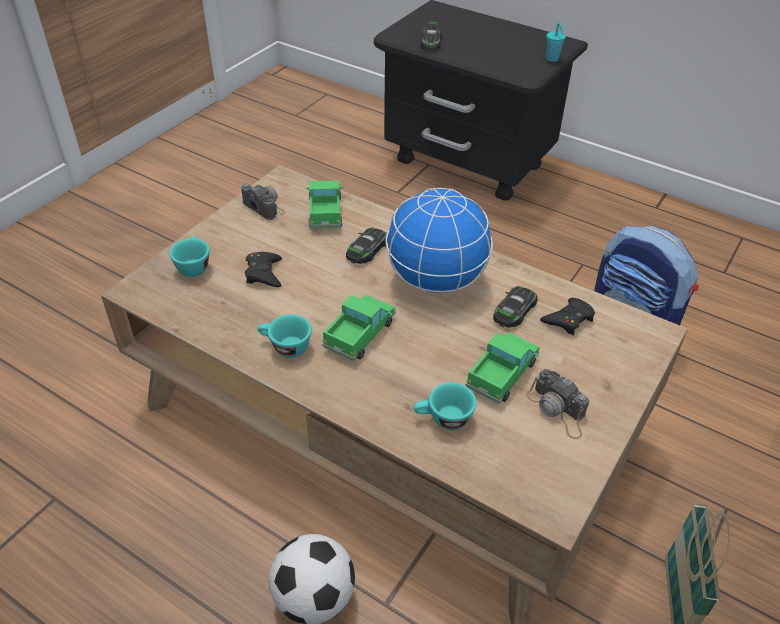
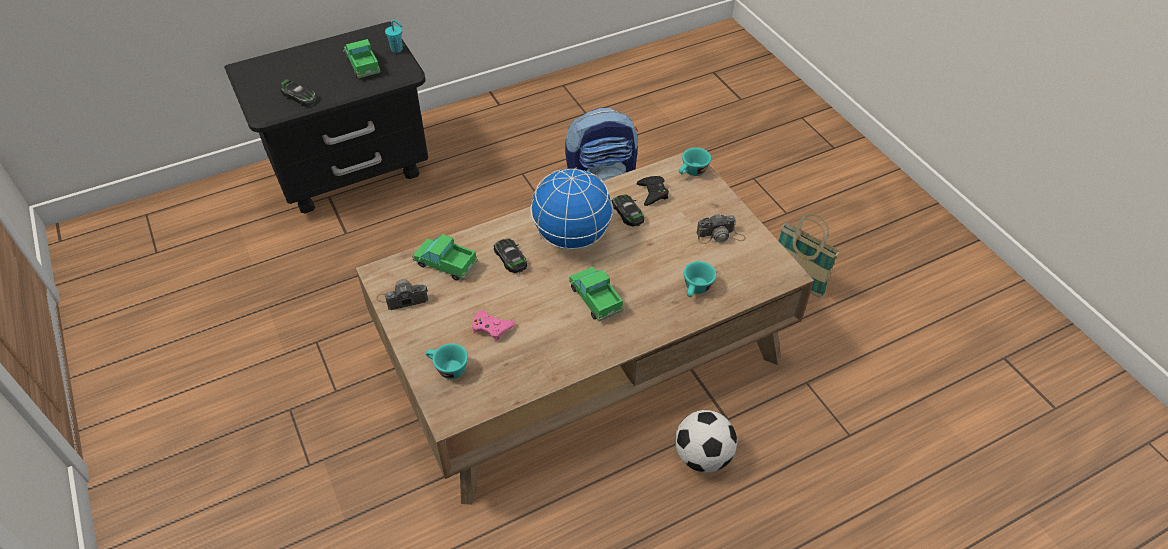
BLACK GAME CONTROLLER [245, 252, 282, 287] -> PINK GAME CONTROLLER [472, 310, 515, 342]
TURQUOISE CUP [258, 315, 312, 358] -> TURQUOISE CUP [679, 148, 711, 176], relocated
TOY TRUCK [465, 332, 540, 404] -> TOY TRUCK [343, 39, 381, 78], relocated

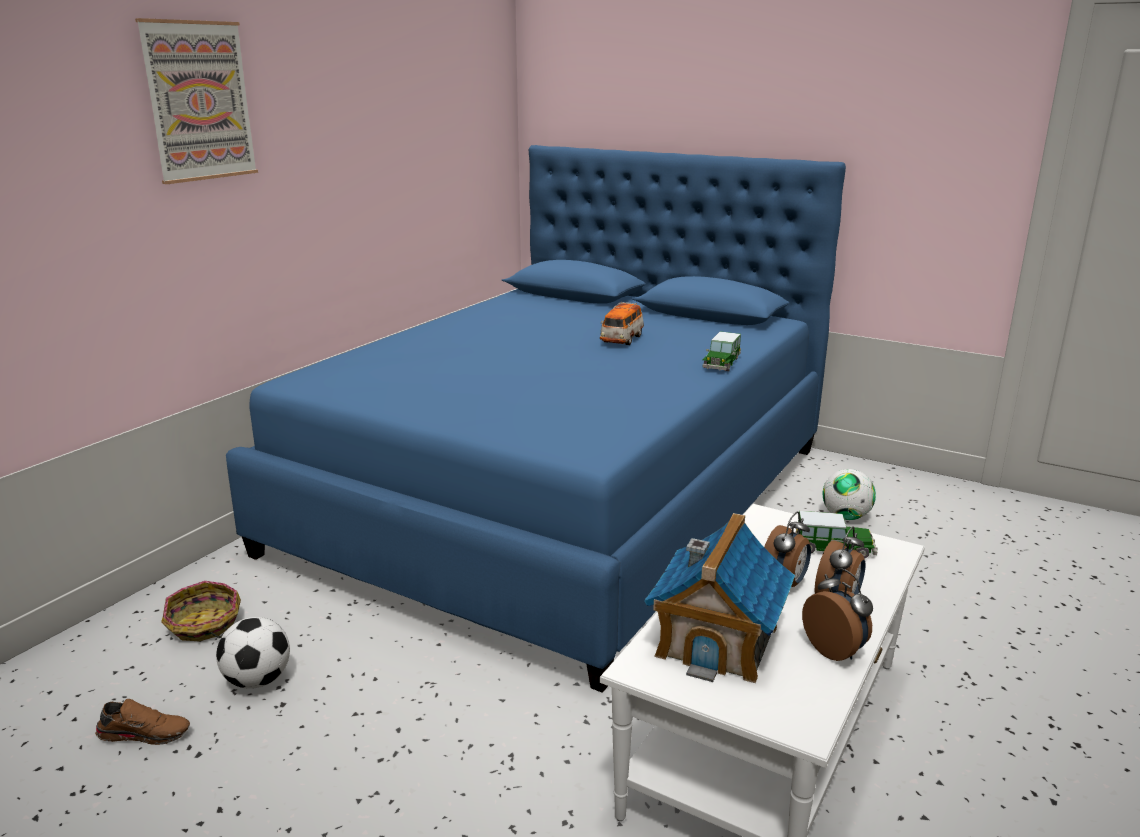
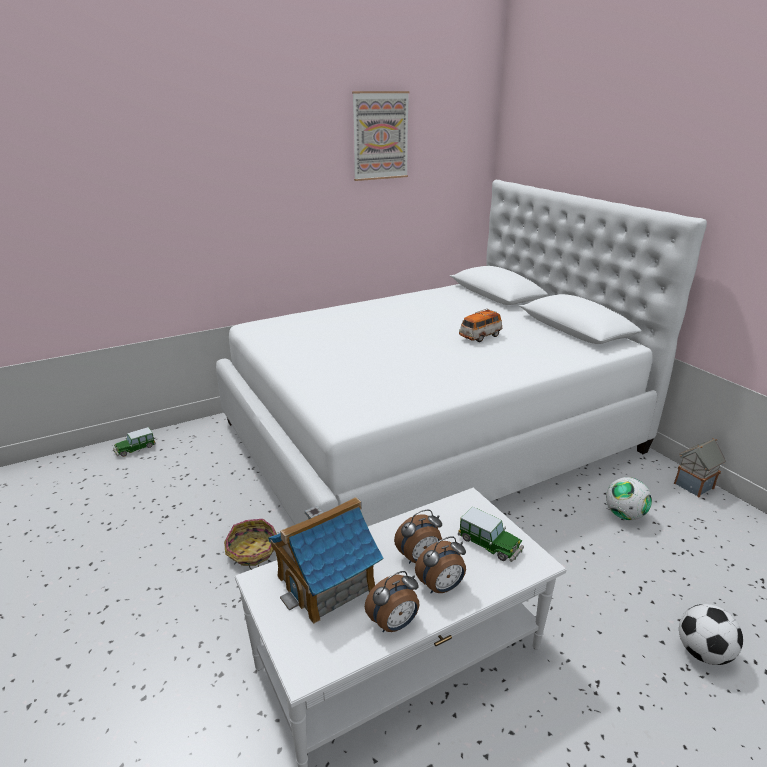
BROWN SHOE [95, 699, 190, 745] -> none
PICTURE [135, 18, 258, 184] -> PICTURE [352, 91, 409, 181], relocated
BASKET [161, 581, 241, 641] -> BASKET [224, 519, 277, 570], relocated
FOOTBALL [216, 617, 290, 689] -> FOOTBALL [679, 604, 743, 665], relocated
BLUE BED [226, 145, 846, 693] -> WHITE BED [216, 180, 707, 526]
TOY CAR [702, 332, 741, 371] -> TOY CAR [113, 427, 156, 457], relocated
ALARM CLOCK [802, 568, 873, 661] -> ALARM CLOCK [365, 571, 420, 632], 60 degrees clockwise
none -> TOY HOUSE [674, 438, 726, 498]

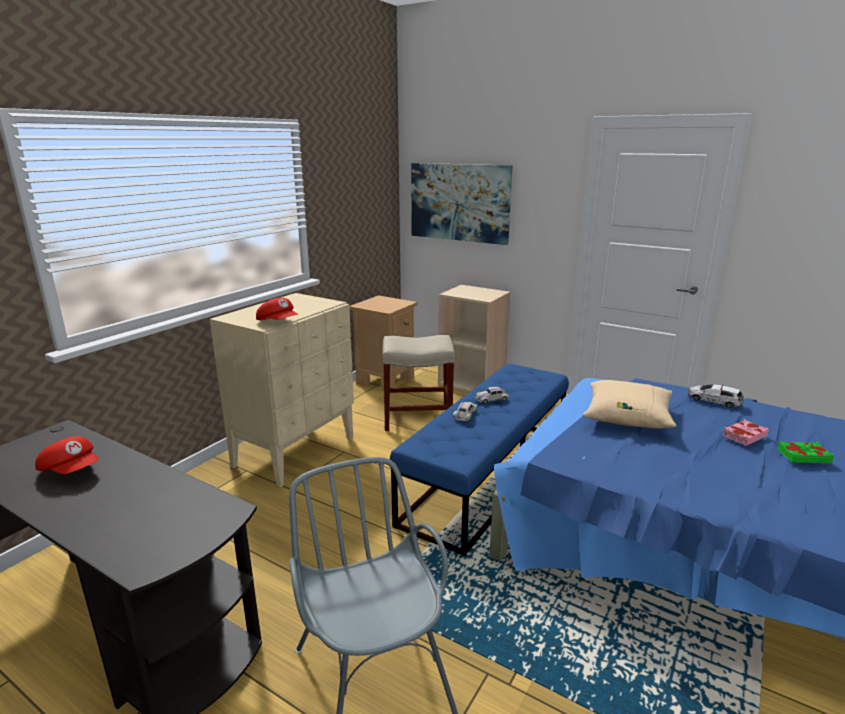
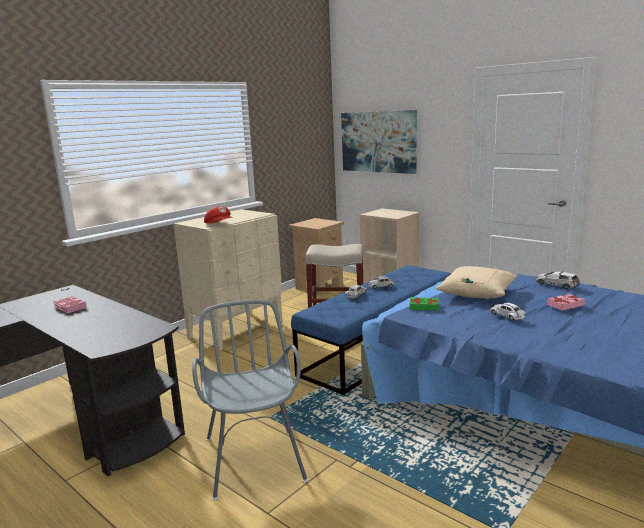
RED CAP [35, 436, 99, 474] -> PINK BOOK [54, 296, 87, 314]
GREEN BOOK [778, 441, 834, 463] -> GREEN BOOK [409, 297, 439, 310], relocated
none -> WHITE TOY CAR [490, 303, 525, 321]

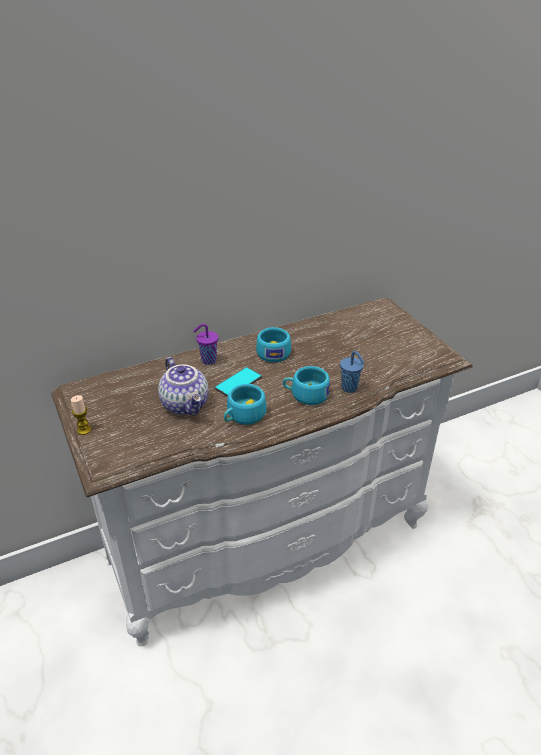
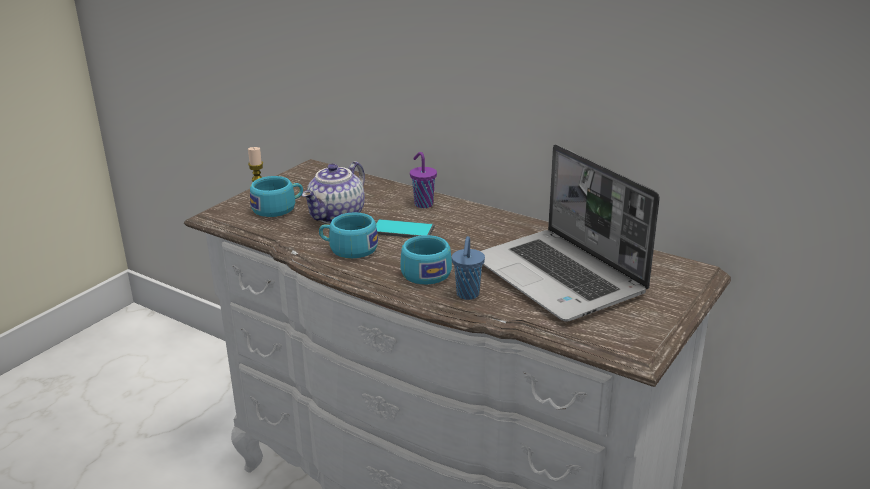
TURQUOISE CUP [256, 327, 291, 362] -> TURQUOISE CUP [250, 176, 303, 217], relocated
none -> LAPTOP [480, 144, 660, 321]

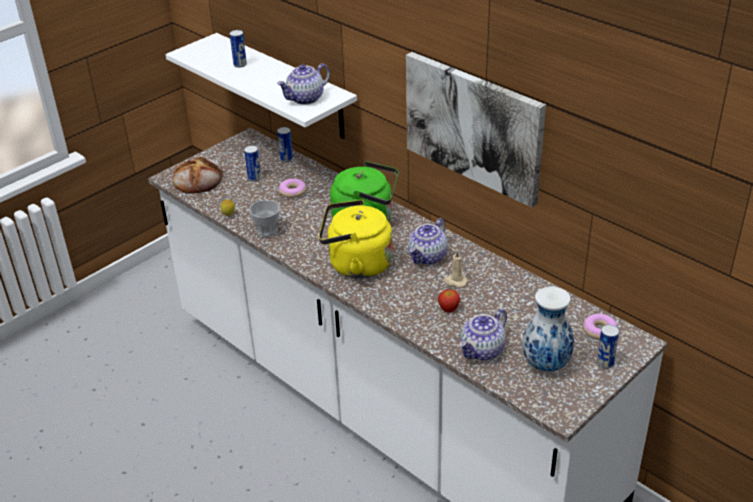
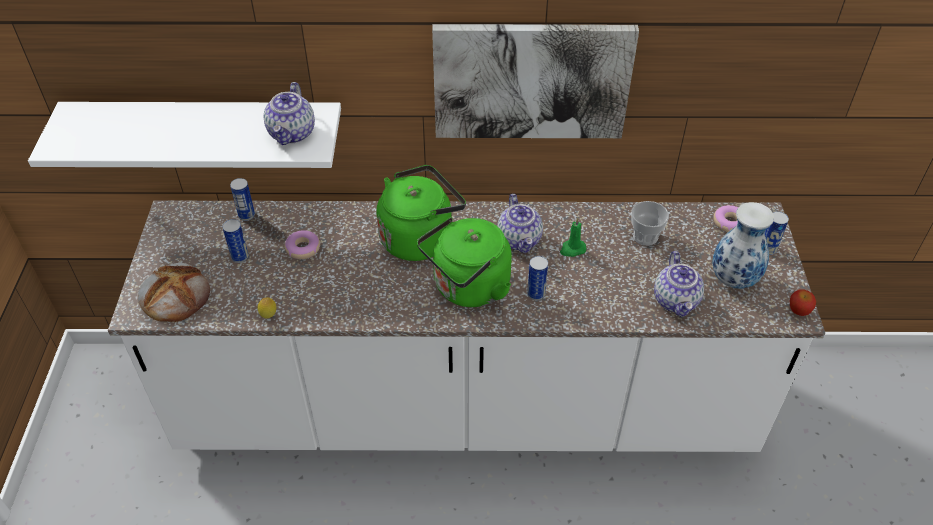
CAN [229, 30, 247, 68] -> CAN [527, 256, 548, 301], relocated
CUP [249, 200, 280, 237] -> CUP [632, 201, 669, 246], relocated
YELLOW KETTLE [319, 200, 393, 279] -> GREEN KETTLE [417, 217, 512, 307]
APPLE [438, 289, 460, 313] -> APPLE [790, 289, 816, 316], relocated
BEIGE CANDLE [443, 250, 468, 288] -> GREEN CANDLE [560, 217, 586, 257]

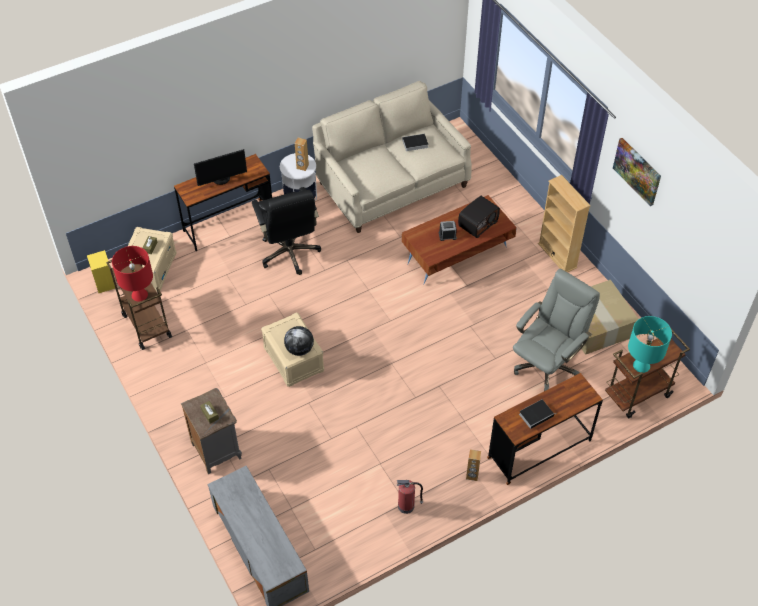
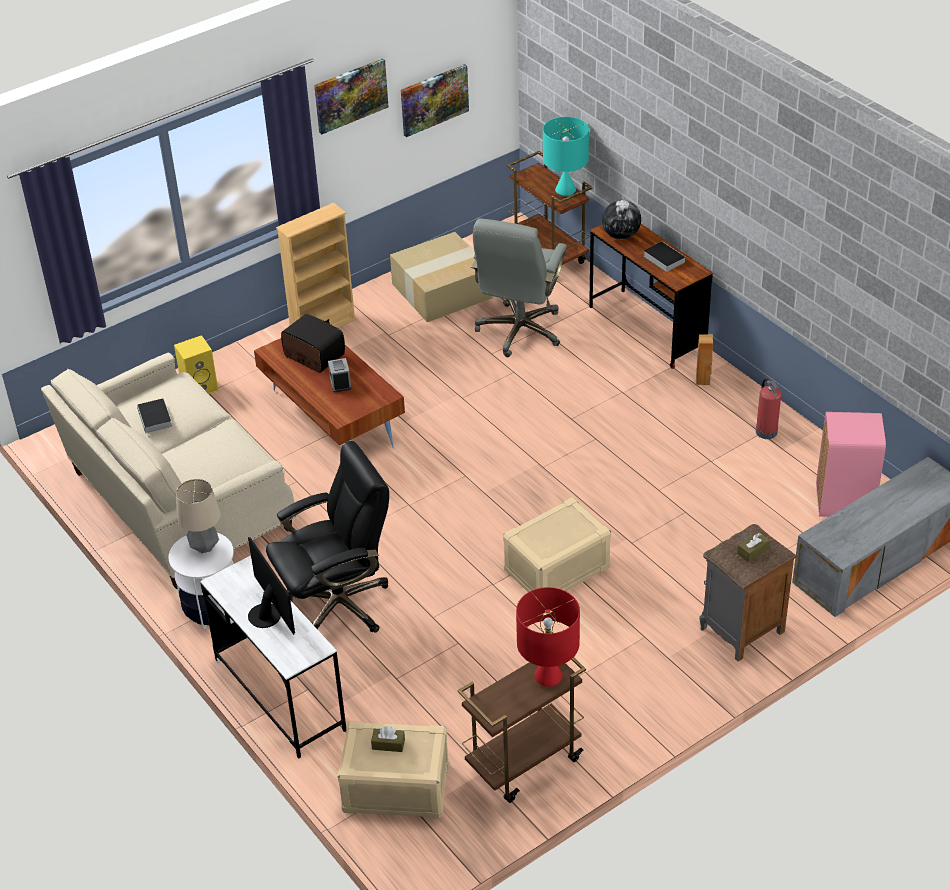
YELLOW SPEAKER [87, 250, 115, 293] -> YELLOW SPEAKER [174, 335, 218, 394], relocated
BROWN DESK [174, 154, 272, 251] -> WHITE DESK [200, 556, 346, 759]
GLOBE [284, 326, 314, 356] -> GLOBE [602, 200, 641, 240], relocated
BROWN SPEAKER [295, 138, 309, 171] -> TABLE LAMP [176, 479, 220, 553]
GREY OFFICE CHAIR [513, 268, 600, 391] -> GREY OFFICE CHAIR [471, 218, 567, 357], 105 degrees counterclockwise
none -> PICTURE [401, 64, 469, 137]
none -> PINK TRASH CAN [816, 412, 886, 517]

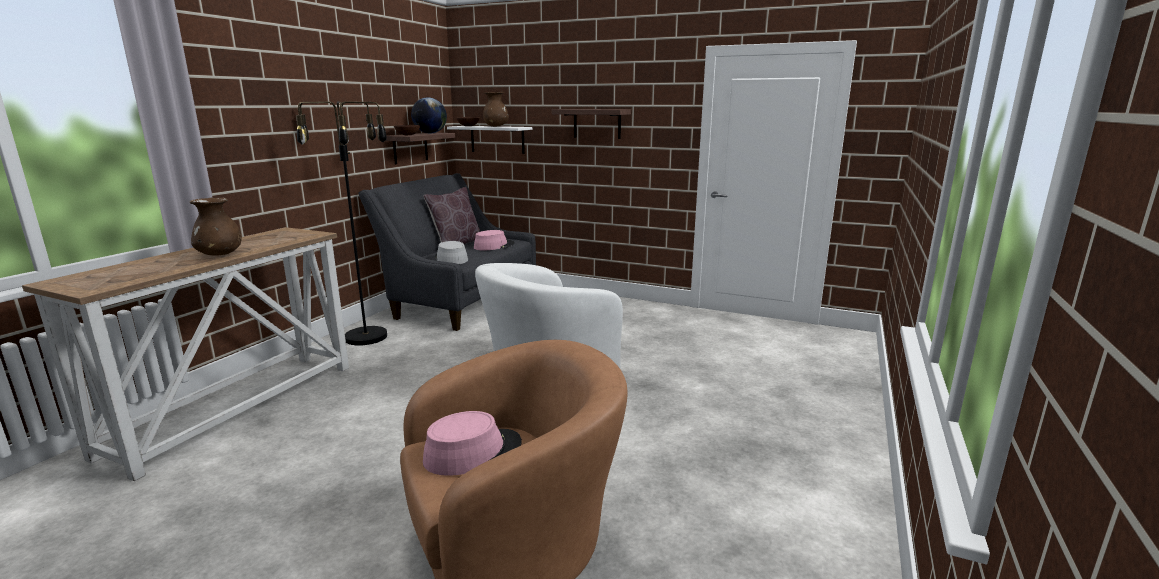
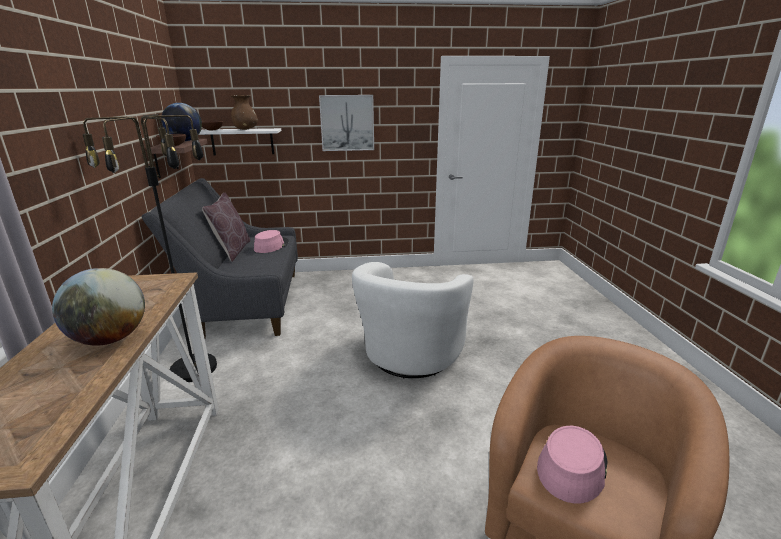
BROWN VASE [189, 198, 242, 256] -> GLOBE [52, 268, 145, 346]
GREY HAT [435, 241, 468, 264] -> none
SHELF [552, 109, 631, 139] -> PICTURE [319, 95, 374, 151]

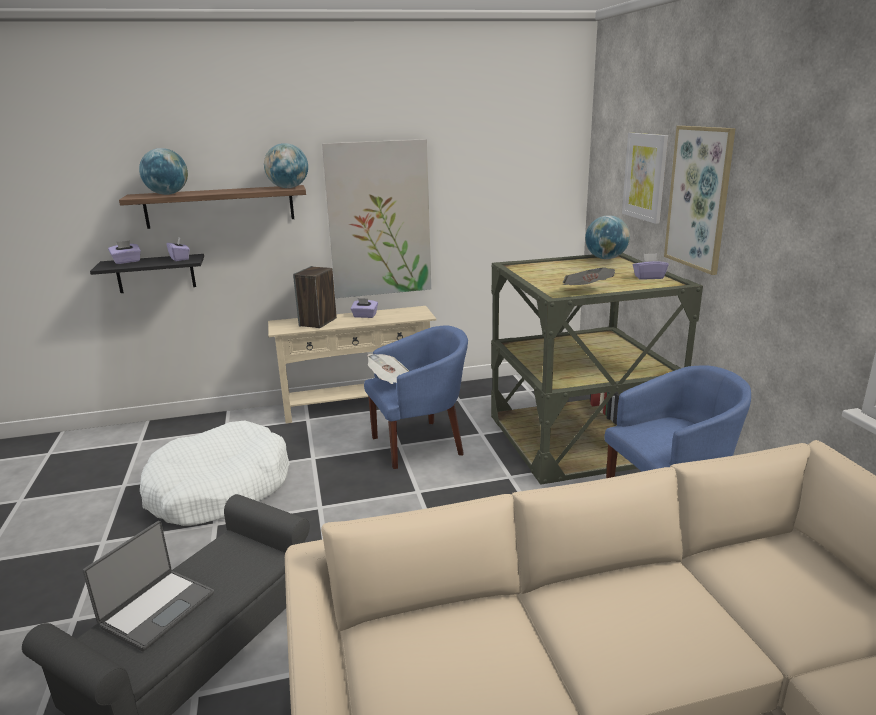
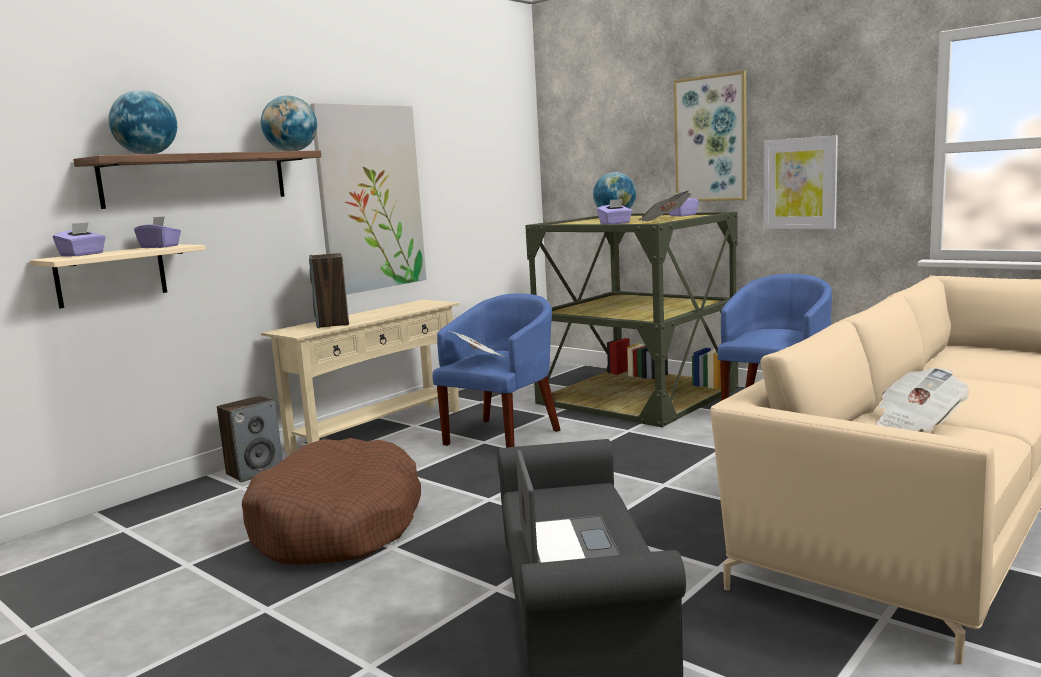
BLACK SHELF [90, 254, 204, 293] -> BEIGE SHELF [29, 244, 206, 309]
WHITE DOG BED [140, 421, 290, 526] -> BROWN DOG BED [242, 438, 421, 565]
PURPLE TISSUE BOX [351, 298, 378, 318] -> PURPLE TISSUE BOX [597, 199, 632, 224], relocated
PICTURE [622, 133, 668, 224] -> PICTURE [764, 135, 838, 229], relocated
none -> SPEAKER [217, 396, 283, 483]
none -> NEWSPAPER [877, 368, 969, 431]

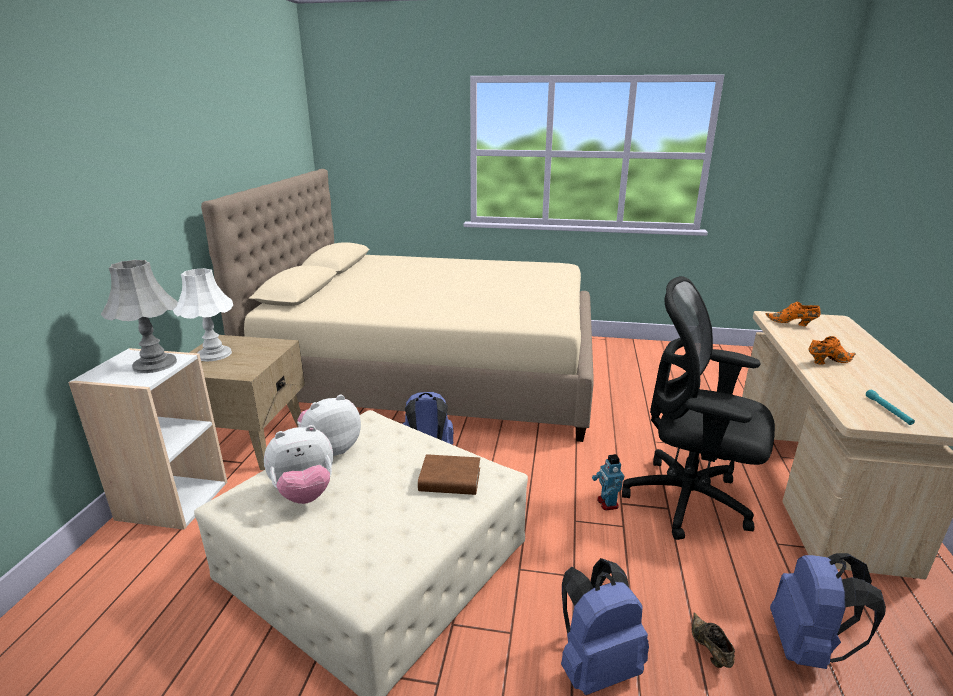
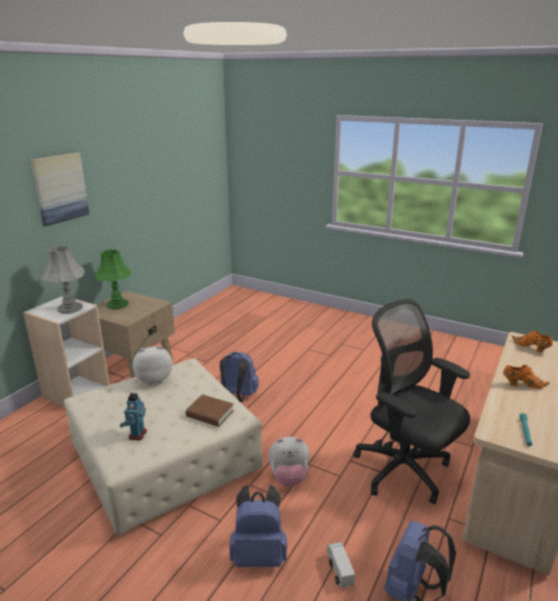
WHITE TABLE LAMP [173, 268, 233, 361] -> GREEN TABLE LAMP [94, 249, 131, 309]
BEIGE BED [201, 169, 594, 442] -> none
PLUSH TOY [264, 425, 333, 504] -> PLUSH TOY [268, 437, 310, 487], relocated
TOY ROBOT [592, 454, 624, 510] -> TOY ROBOT [120, 393, 147, 441], relocated
BROWN SHOE [692, 612, 735, 668] -> TOY TRUCK [327, 542, 355, 588]
none -> PICTURE [30, 153, 89, 226]

